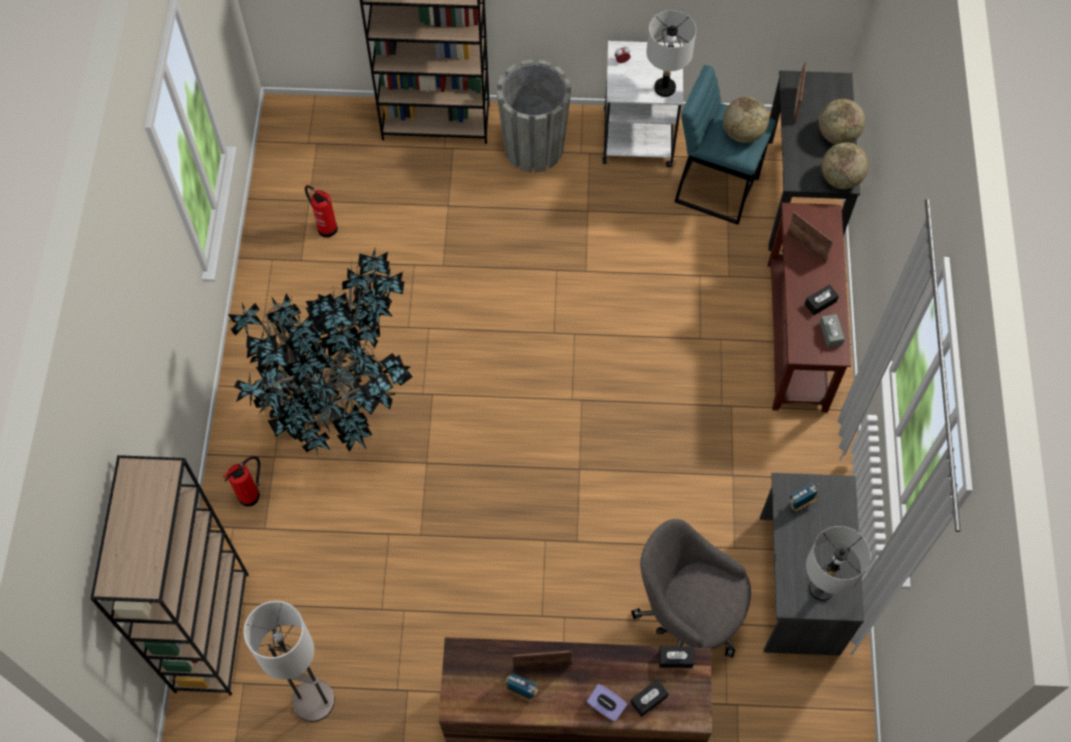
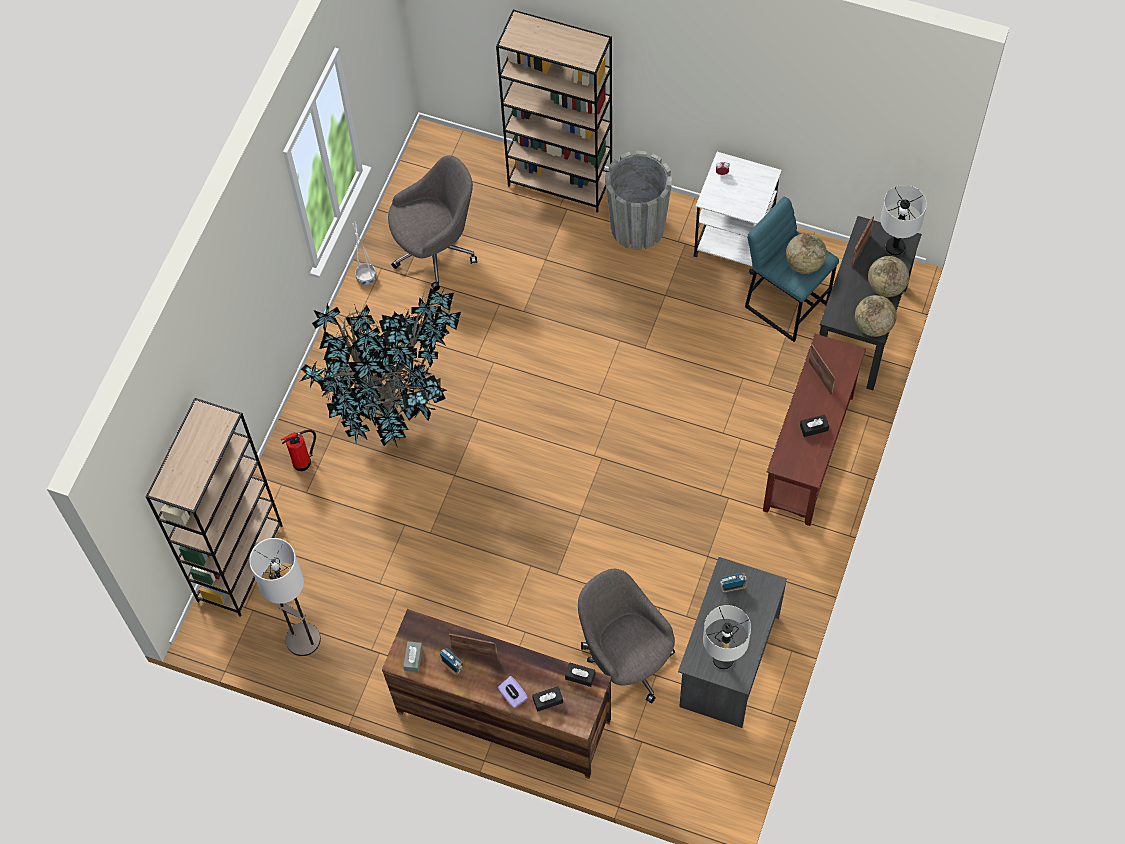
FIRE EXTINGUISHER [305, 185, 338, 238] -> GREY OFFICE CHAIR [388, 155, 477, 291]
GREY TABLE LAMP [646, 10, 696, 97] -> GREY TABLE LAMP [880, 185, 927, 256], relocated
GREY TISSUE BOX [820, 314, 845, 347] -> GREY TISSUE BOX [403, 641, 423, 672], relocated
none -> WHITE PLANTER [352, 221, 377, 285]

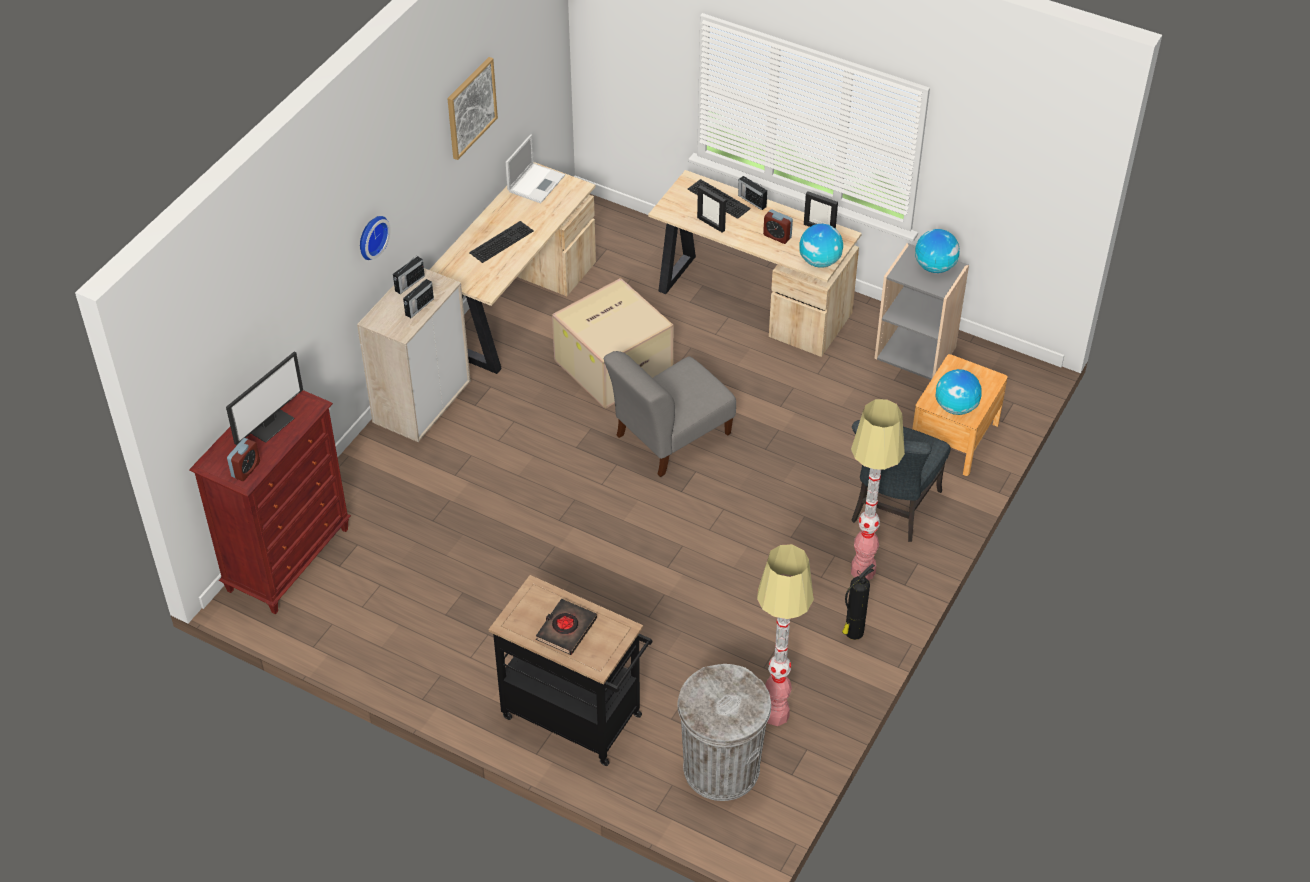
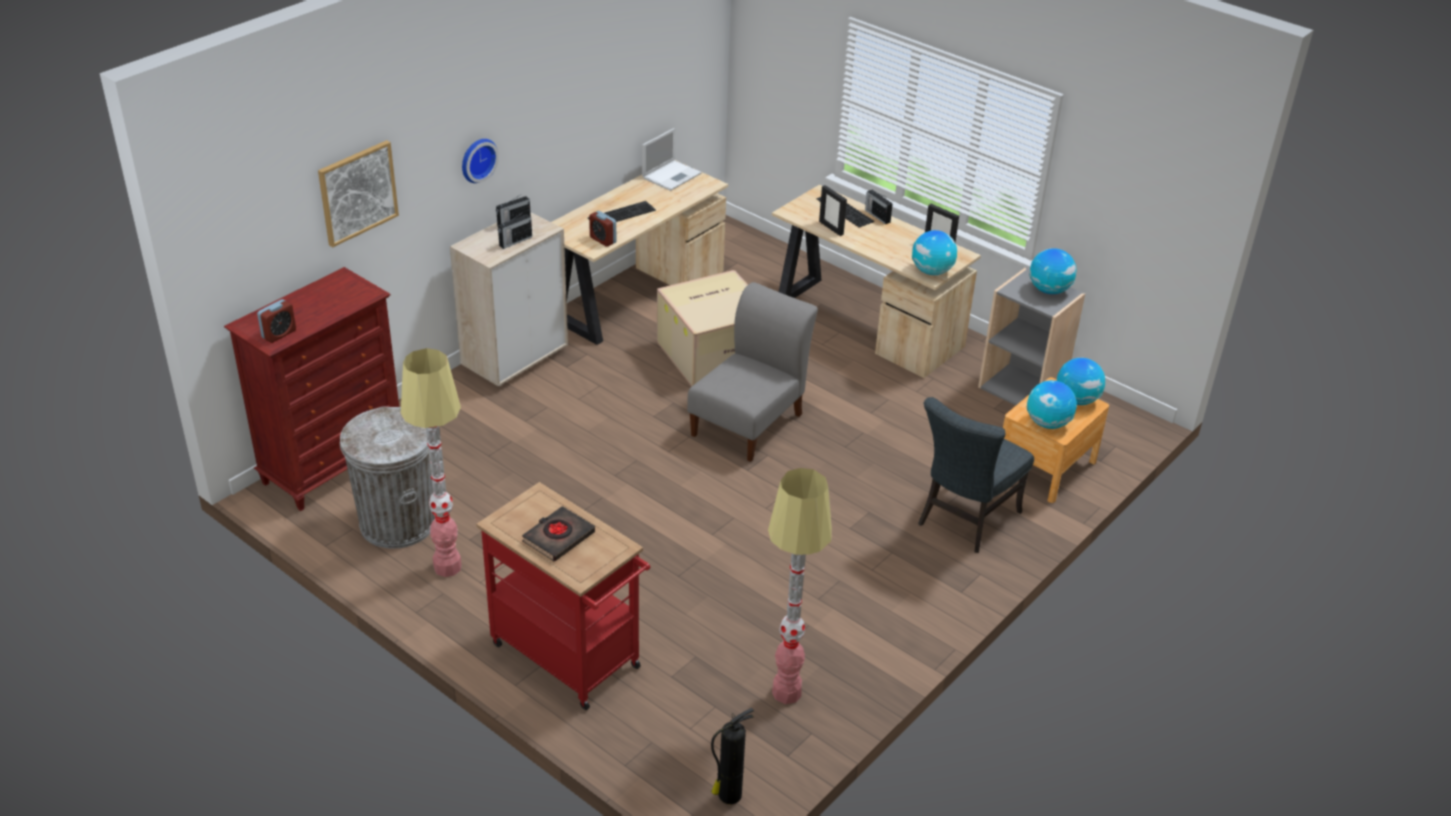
MONITOR [226, 351, 303, 445] -> none
PICTURE [447, 57, 498, 160] -> PICTURE [318, 140, 399, 247], relocated
BLACK CART [489, 575, 653, 766] -> RED CART [476, 482, 650, 710]
GREY CHAIR [604, 351, 736, 477] -> GREY CHAIR [687, 282, 818, 462], 150 degrees clockwise
GREY TRASH CAN [677, 664, 771, 801] -> GREY TRASH CAN [340, 406, 435, 549], relocated
ALARM CLOCK [763, 210, 793, 244] -> ALARM CLOCK [589, 211, 617, 247], relocated
FIRE EXTINGUISHER [842, 564, 875, 640] -> FIRE EXTINGUISHER [711, 708, 754, 804], relocated
FLOOR LAMP [851, 399, 905, 580] -> FLOOR LAMP [401, 348, 462, 577], relocated
none -> GLOBE [1057, 358, 1105, 405]

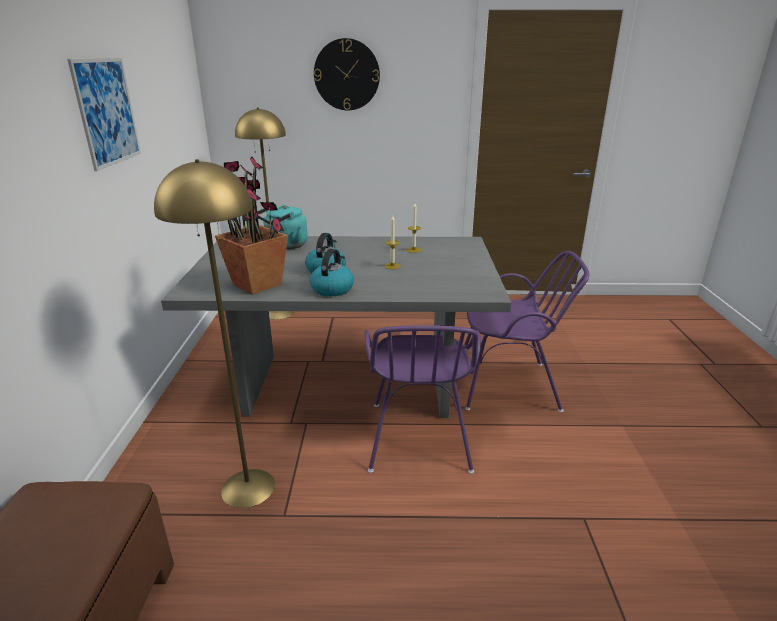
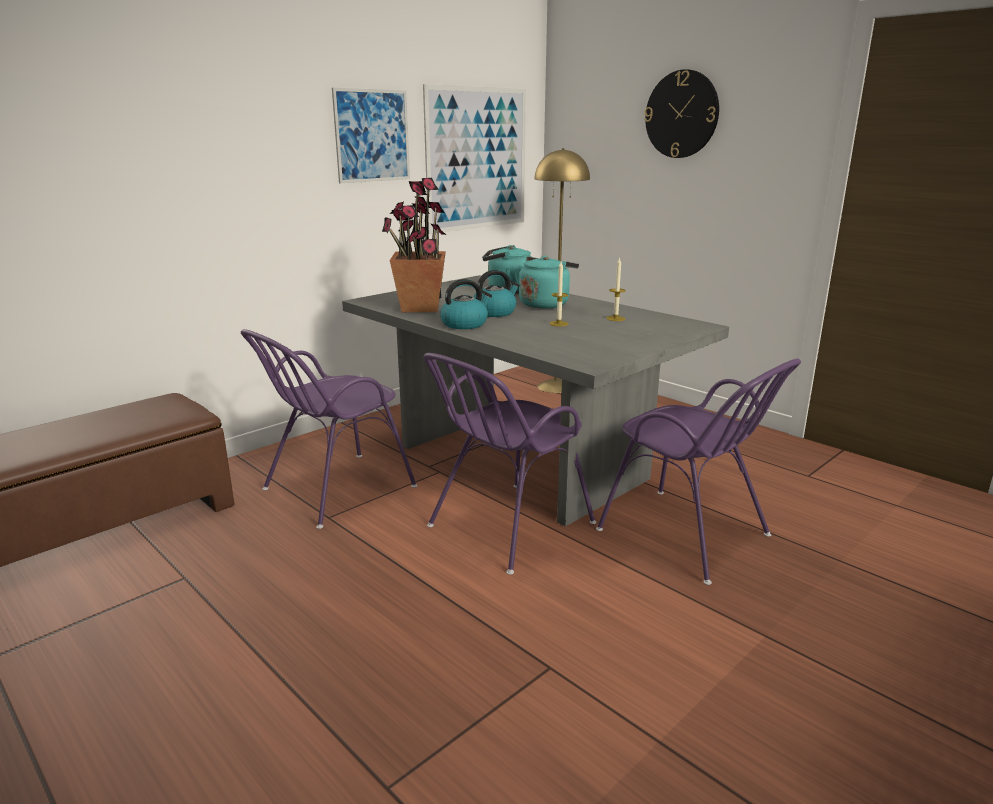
YELLOW FLOOR LAMP [154, 159, 275, 508] -> PURPLE CHAIR [241, 329, 417, 529]
none -> PICTURE [423, 84, 526, 234]
none -> TURQUOISE KETTLE [514, 256, 579, 309]

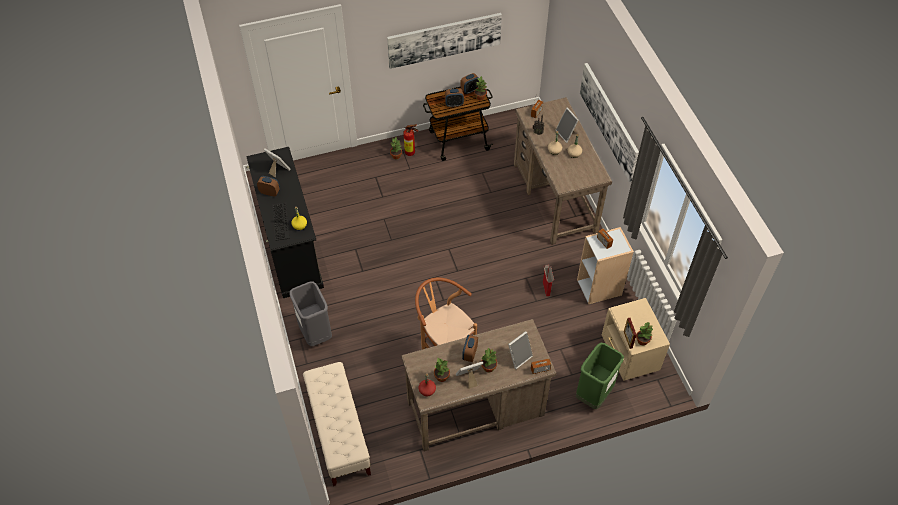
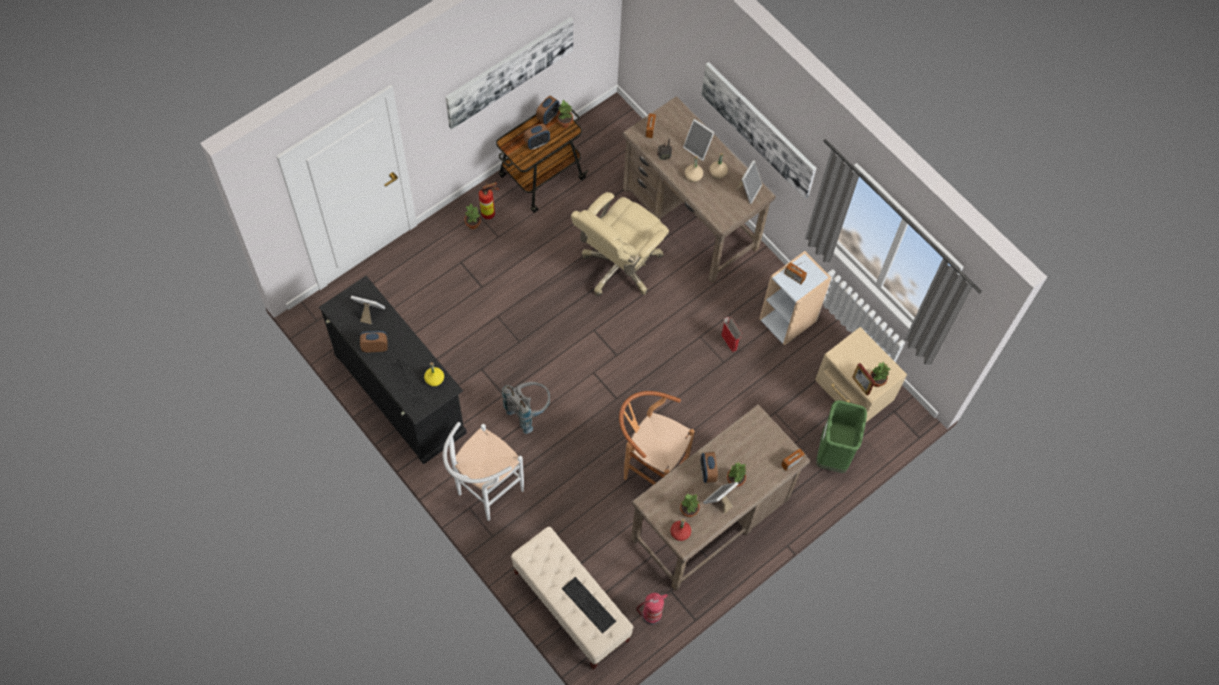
GREY TRASH CAN [289, 281, 332, 346] -> WHITE STOOL [443, 422, 524, 521]
PICTURE FRAME [508, 331, 533, 369] -> PICTURE FRAME [736, 160, 762, 204], relocated
none -> GREY BACKPACK [502, 382, 550, 434]
none -> KEYBOARD [562, 577, 616, 633]
none -> BEIGE OFFICE CHAIR [571, 192, 669, 296]
none -> FIRE EXTINGUISHER [637, 593, 668, 625]

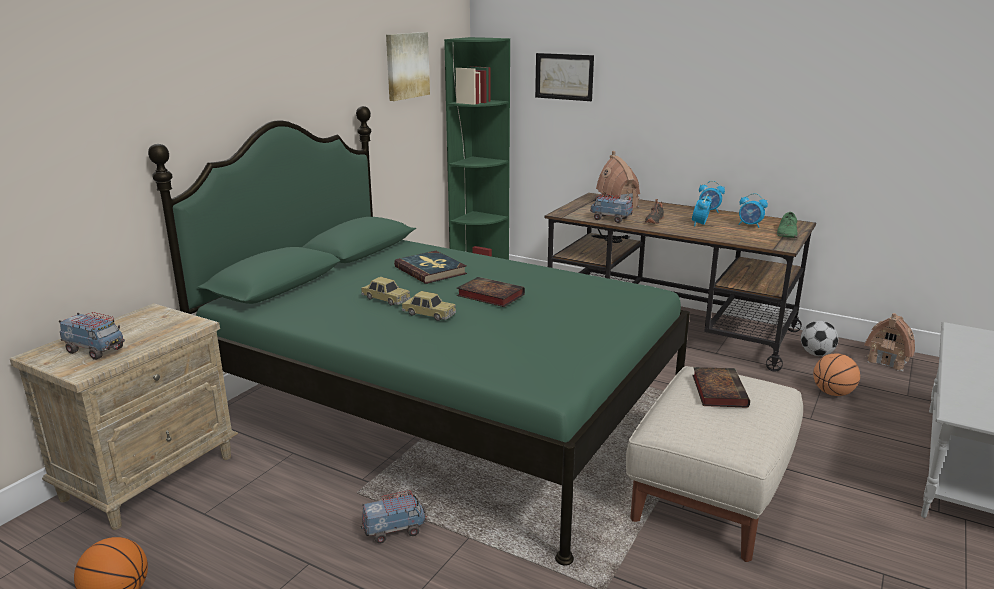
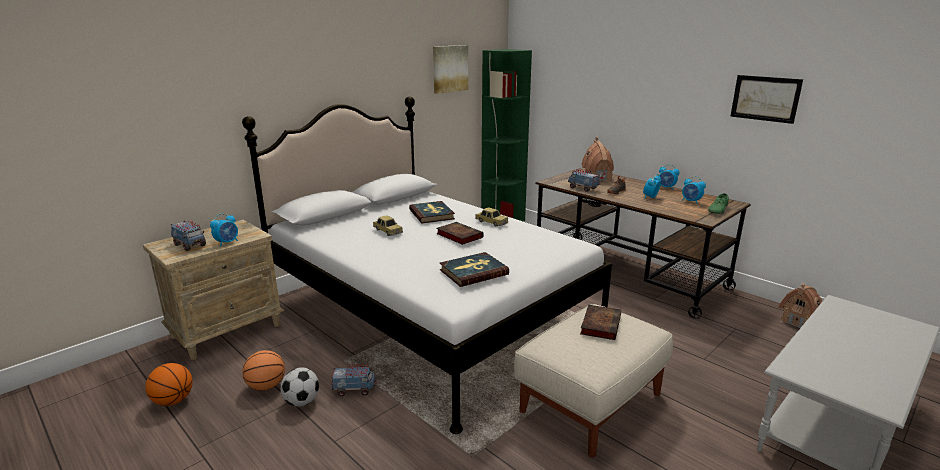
GREEN BED [148, 106, 690, 566] -> WHITE BED [242, 97, 612, 434]
TOY CAR [402, 291, 456, 321] -> TOY CAR [475, 207, 508, 227], relocated
PICTURE [535, 53, 594, 101] -> PICTURE [730, 75, 803, 124], relocated
FOOTBALL [801, 321, 838, 356] -> FOOTBALL [280, 367, 319, 407], relocated
BASKETBALL [813, 353, 860, 396] -> BASKETBALL [242, 350, 285, 391], relocated
none -> ALARM CLOCK [210, 213, 238, 247]
none -> BOOK [440, 252, 509, 287]

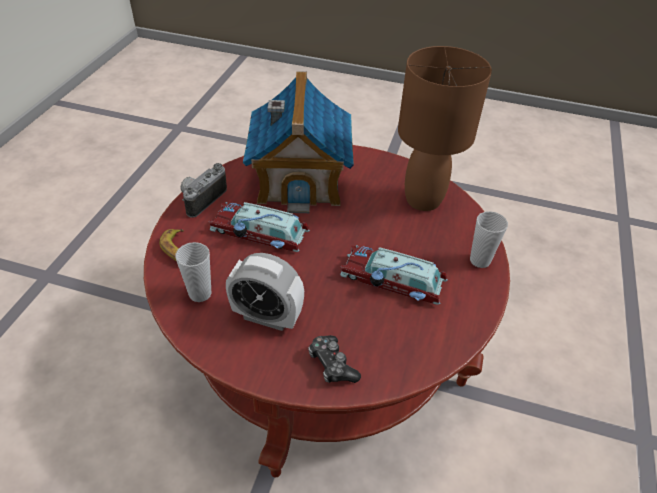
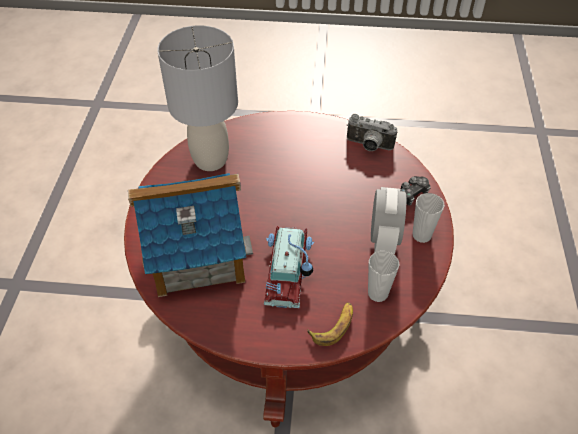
PHOTO CAMERA [181, 163, 227, 218] -> PHOTO CAMERA [347, 114, 397, 151], relocated
TOY CAR [340, 245, 448, 305] -> none
BROWN TABLE LAMP [398, 46, 492, 211] -> GREY TABLE LAMP [157, 25, 238, 171]
CUP [470, 211, 508, 268] -> CUP [413, 193, 445, 243], relocated

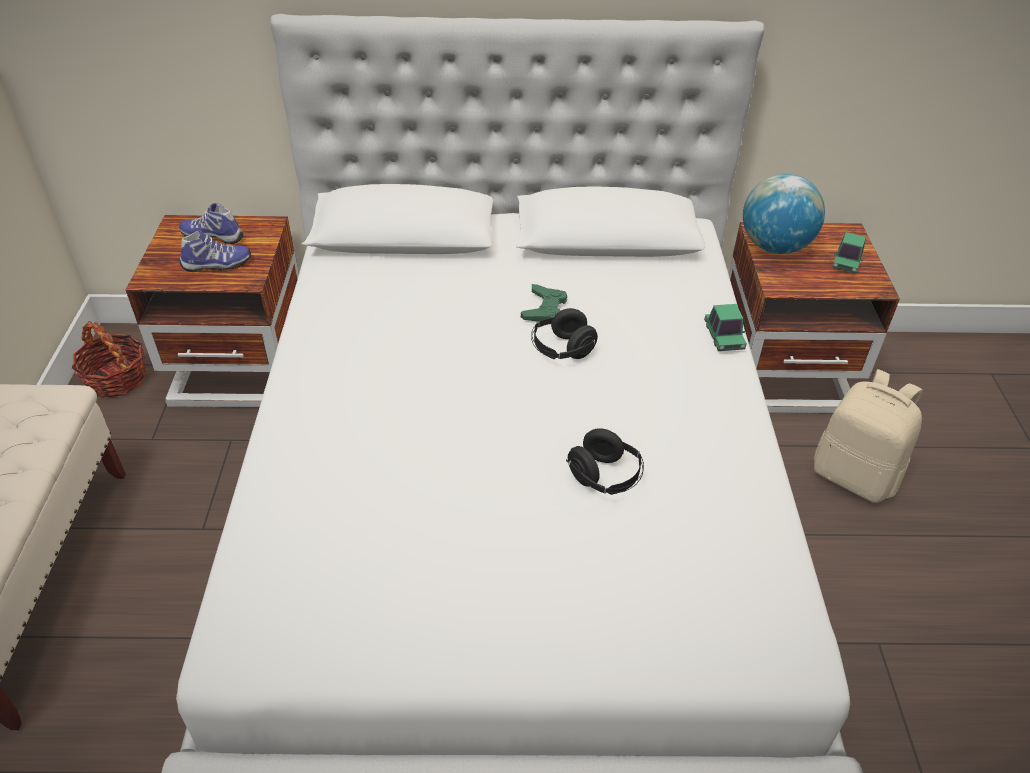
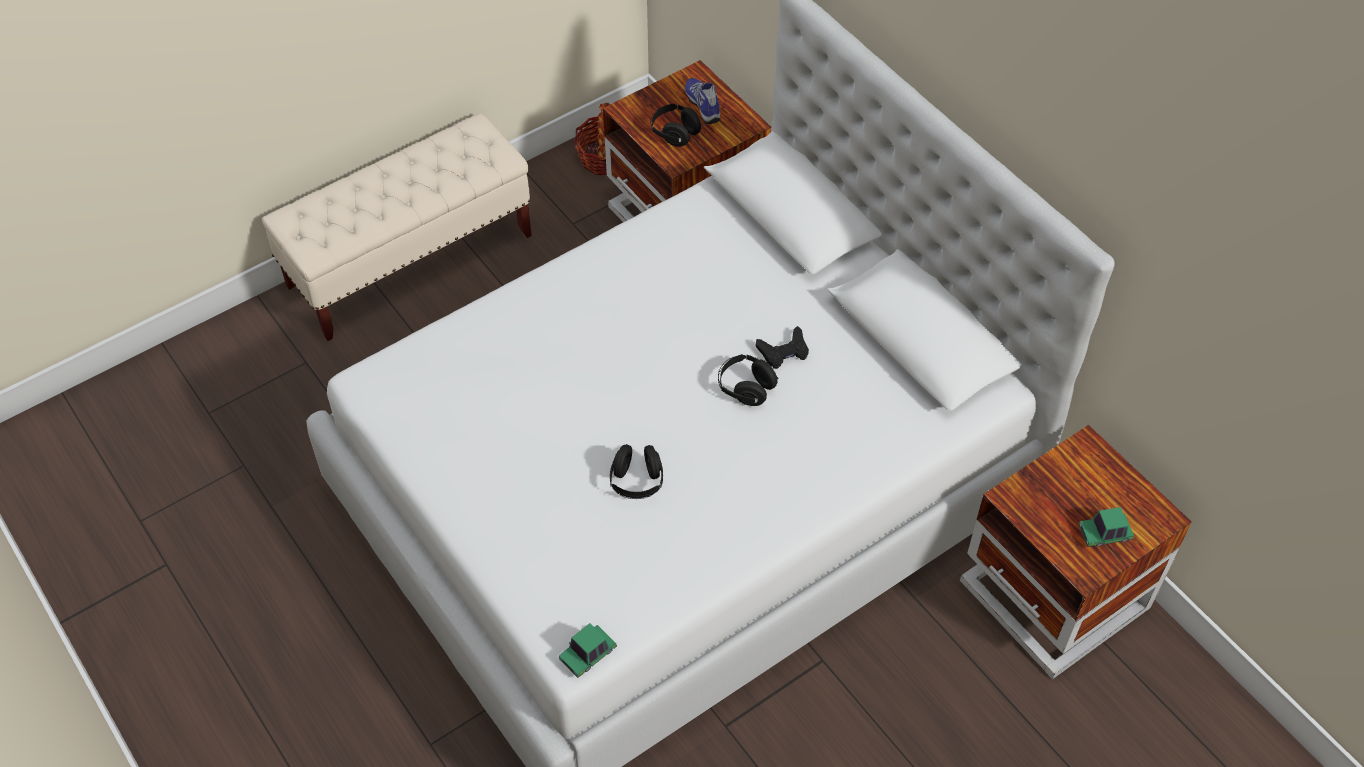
SHOE [180, 230, 251, 272] -> BLACK HEADPHONES [651, 104, 702, 147]
GREEN GAME CONTROLLER [521, 284, 567, 322] -> BLACK GAME CONTROLLER [756, 326, 809, 369]
TOY CAR [704, 304, 747, 351] -> TOY CAR [559, 623, 617, 678], relocated
GLOBE [743, 174, 825, 254] -> none
BEIGE BACKPACK [814, 369, 923, 503] -> none

